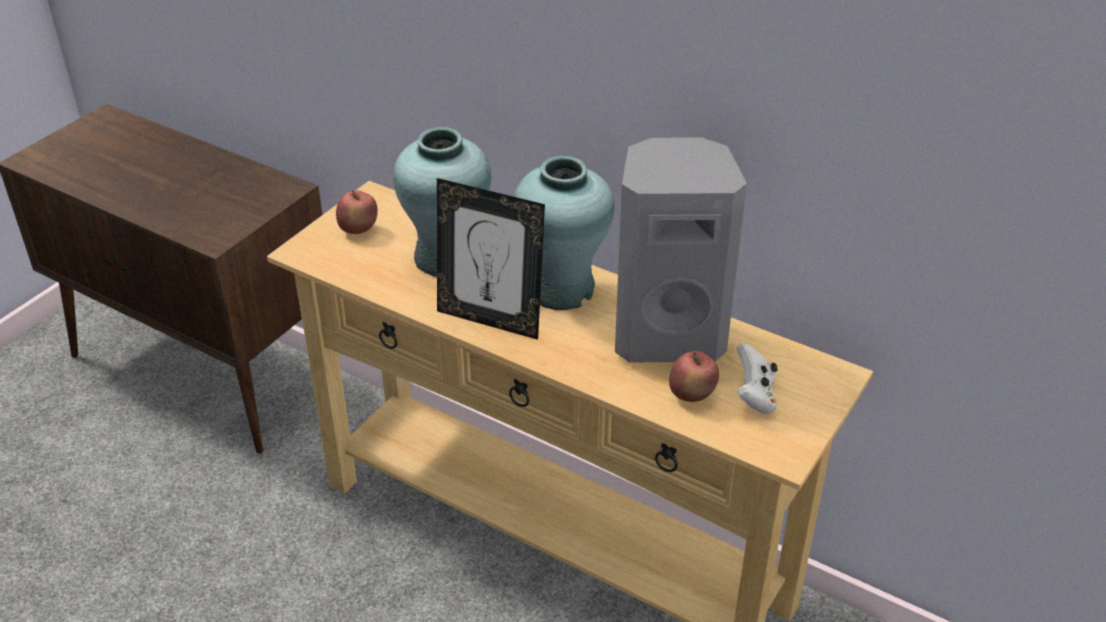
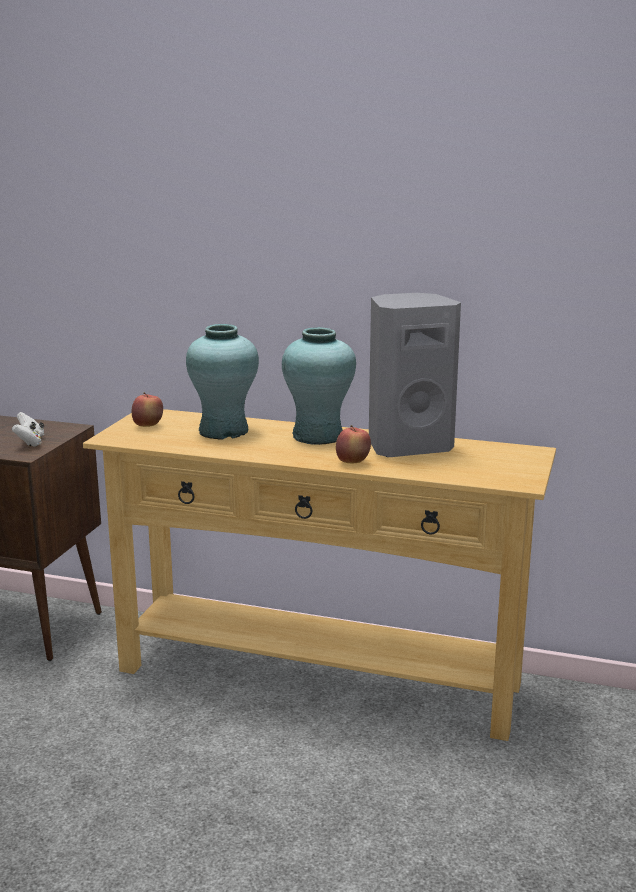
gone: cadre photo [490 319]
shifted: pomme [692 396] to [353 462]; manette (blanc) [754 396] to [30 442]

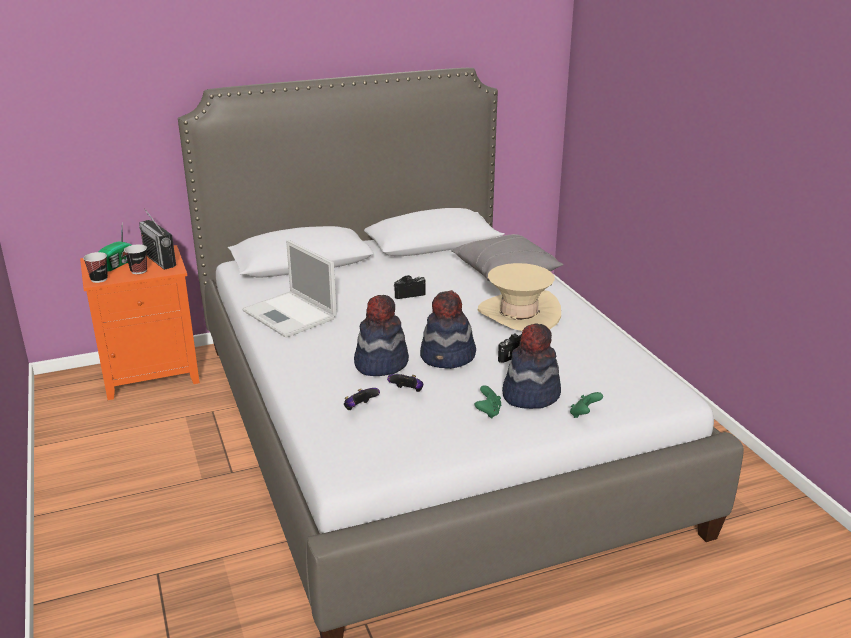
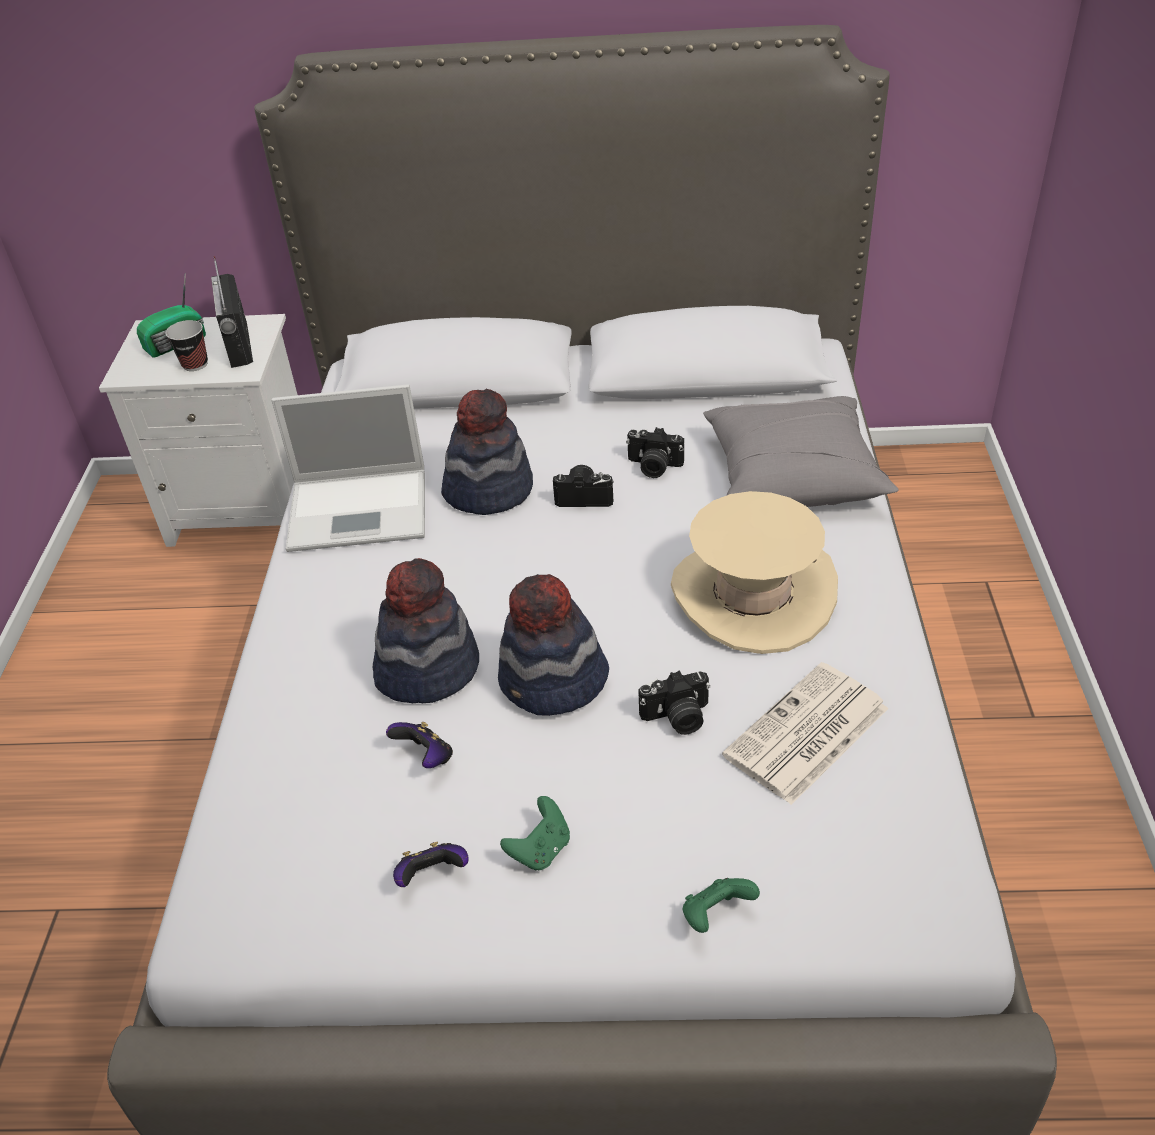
gone: tasse [99 279]
new: appareil photo [653 467]; journal [806 735]
shifted: manette [360 408] to [432 876]; chapeau [530 394] to [488 490]
repainted: table de chevet (orange) [152 374] to table de chevet (blanc) [249 508]
rotated: ordinateur portable [291 315] = [361 509] 75 degrees counterclockwise

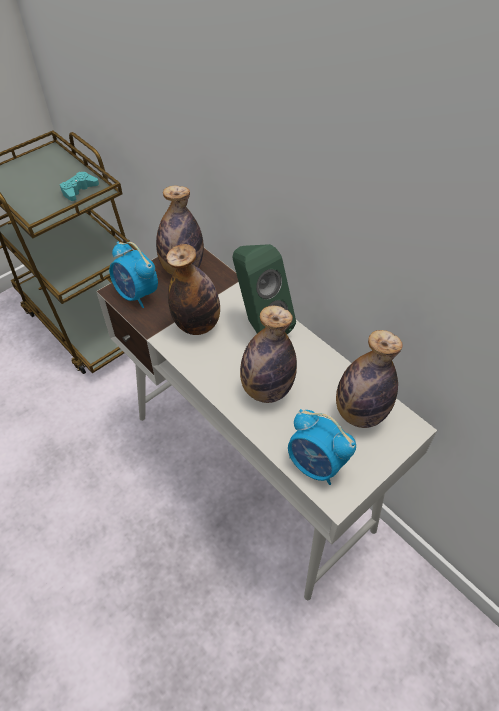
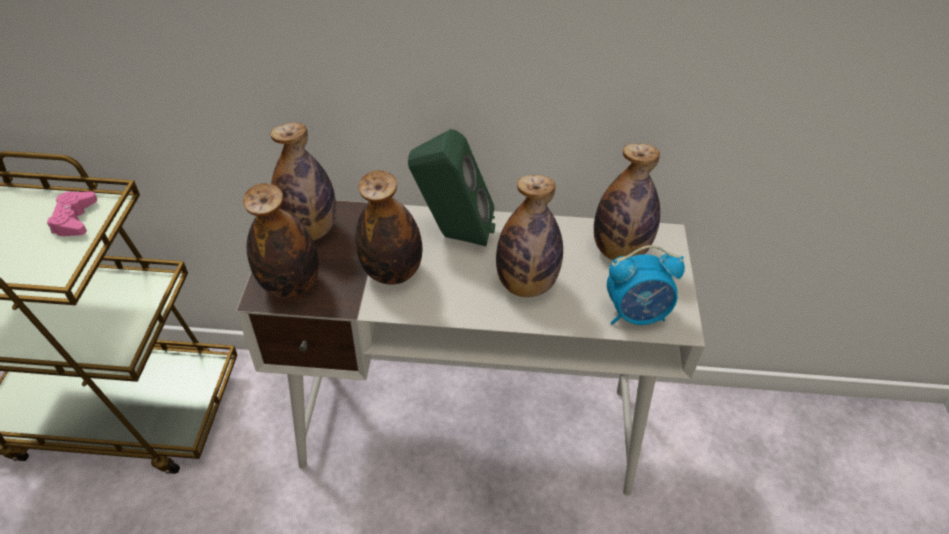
swapped: réveil [137 295] to bouteille [291 285]
repainted: manette (turquoise) [79 190] to manette (rose) [75 219]

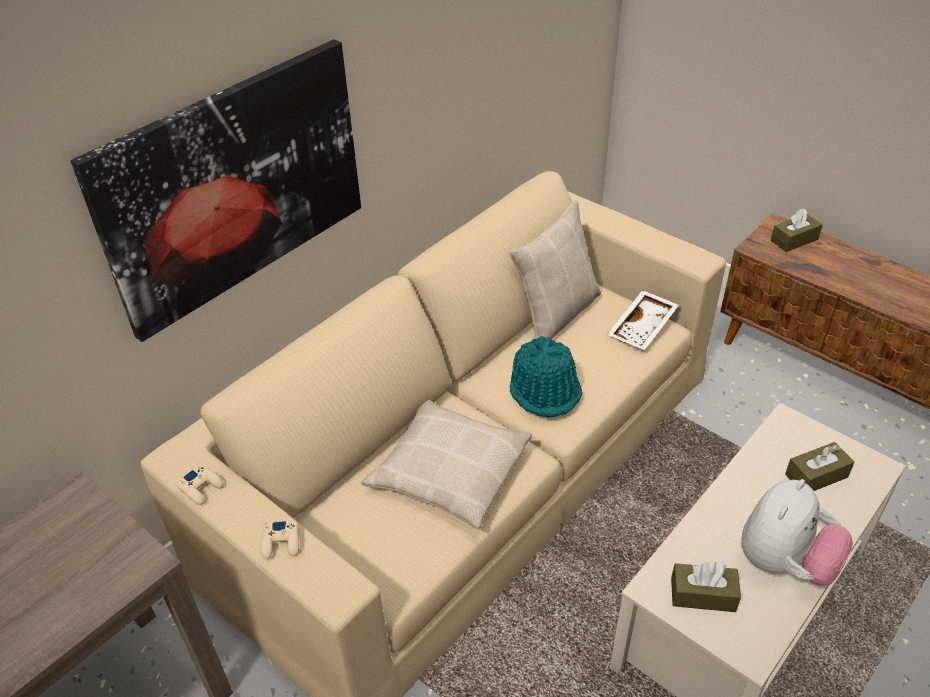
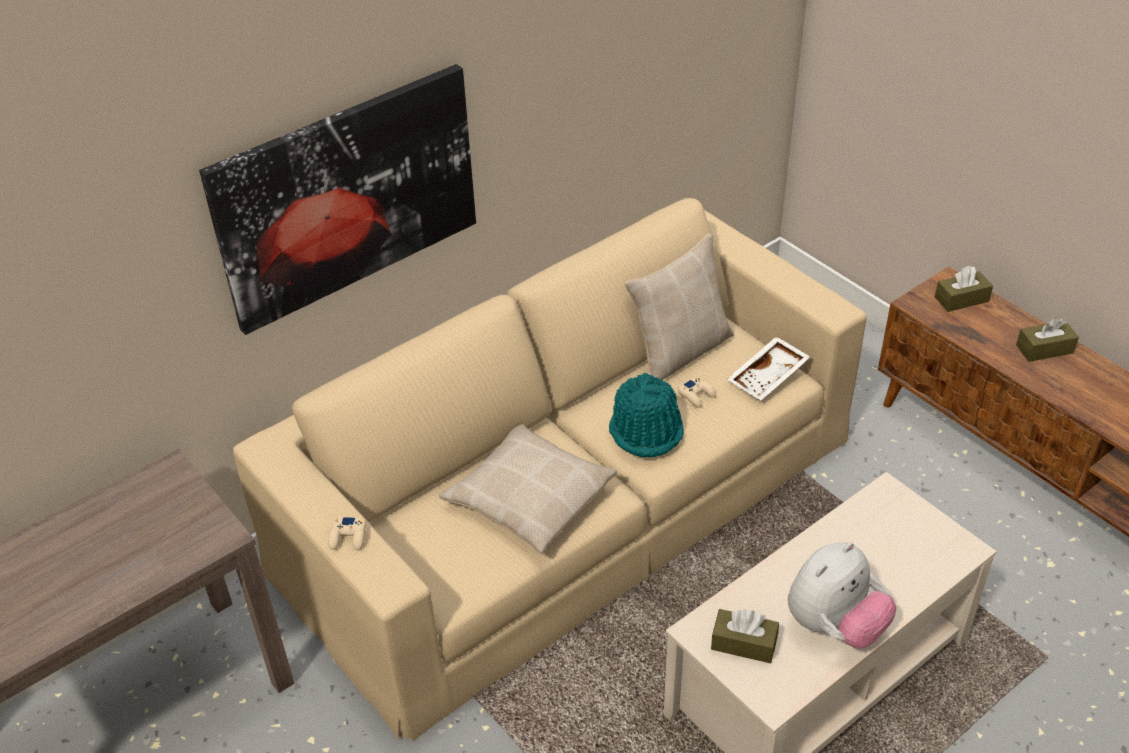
shifted: manette (beige) [201 487] to [696 395]; boîte à mouchoirs (marron) [816 476] to [1044 349]

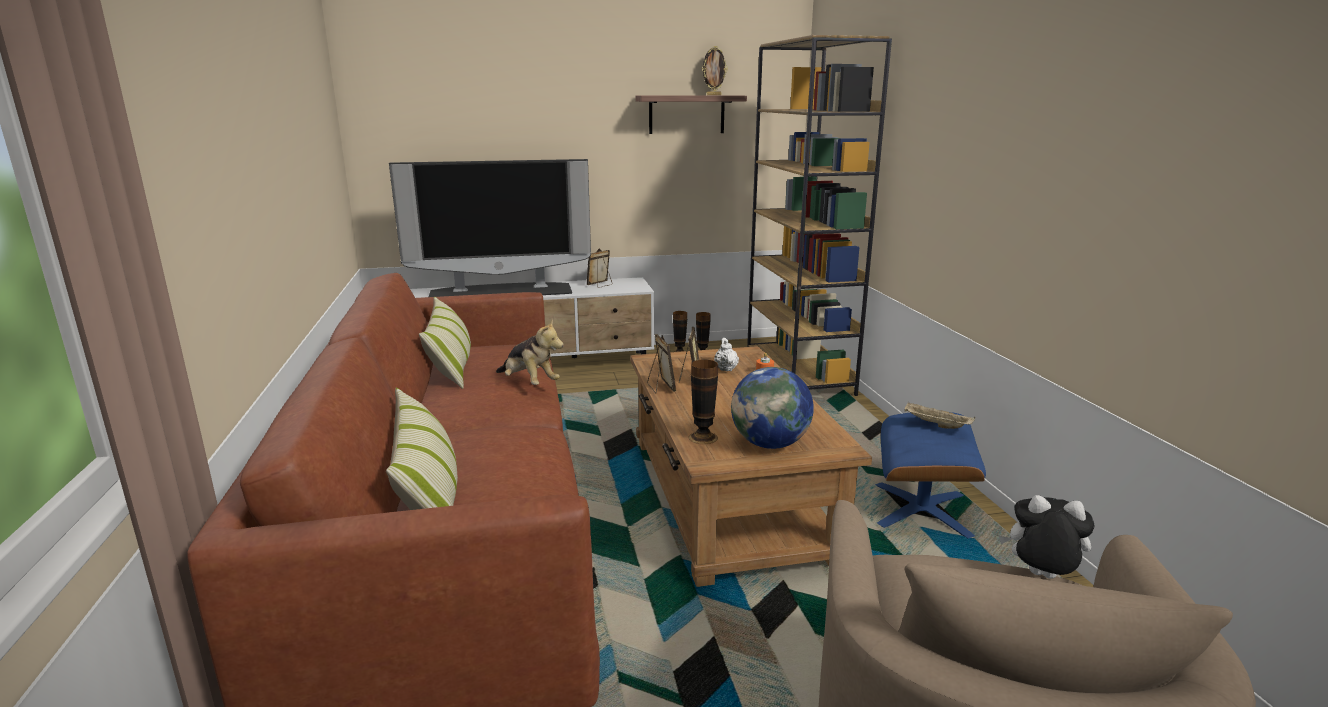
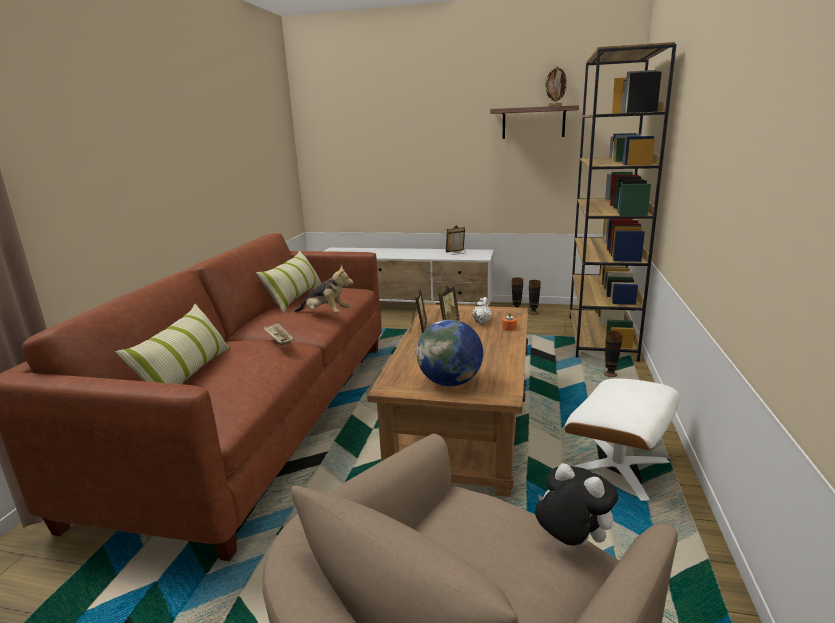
gone: téléviseur [501 292]
shifted: vase [703 437] to [610 375]; plateau (beige) [935 425] to [279 342]
repainted: pouf (bleu) [922 510] to pouf (blanc) [618 467]
rotated: peluche [529 383] = [325 314] 45 degrees counterclockwise

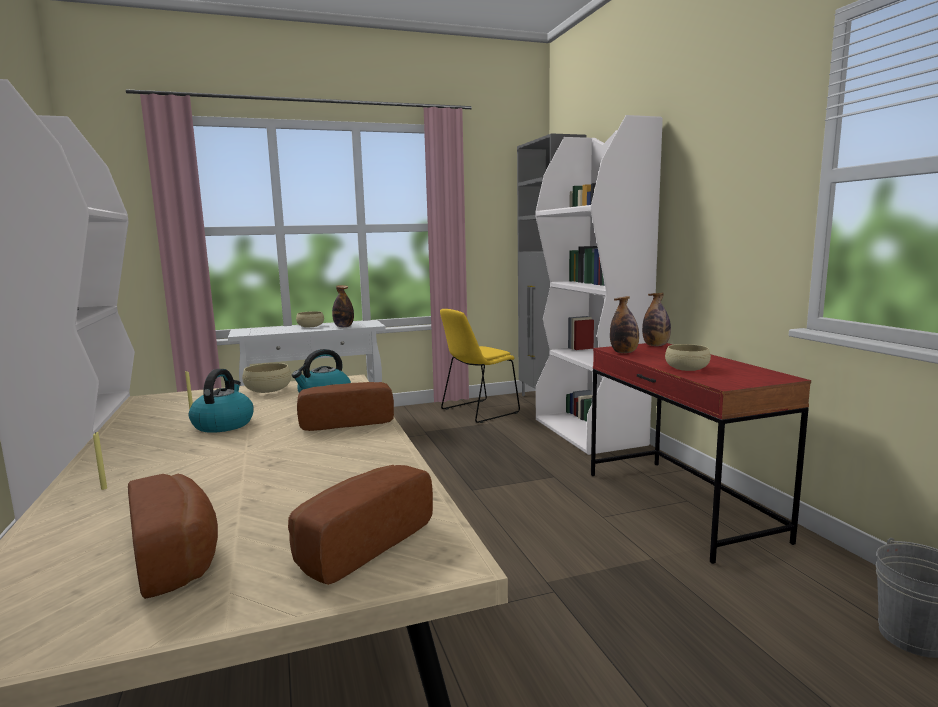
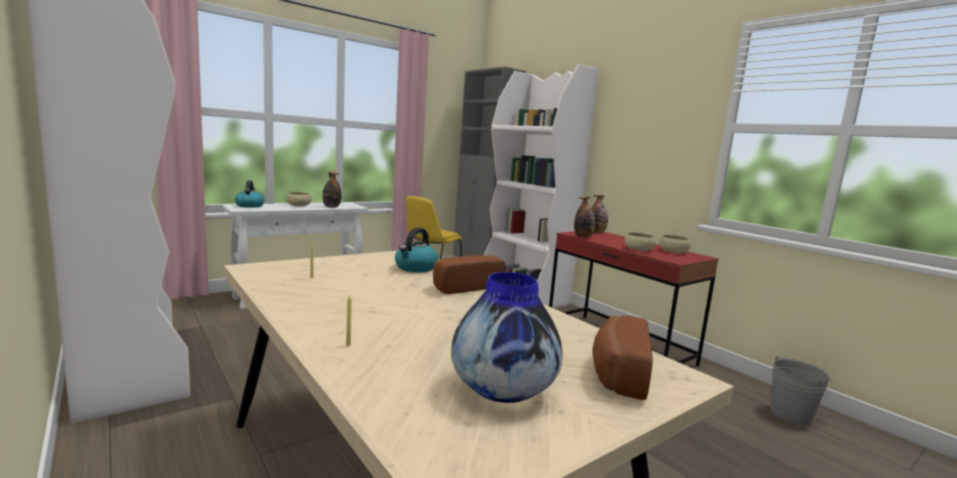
shifted: bouilloire [223 424] to [249 206]; bol (beige) [268 389] to [673 251]
swapped: pain [179 554] to vase [503 390]

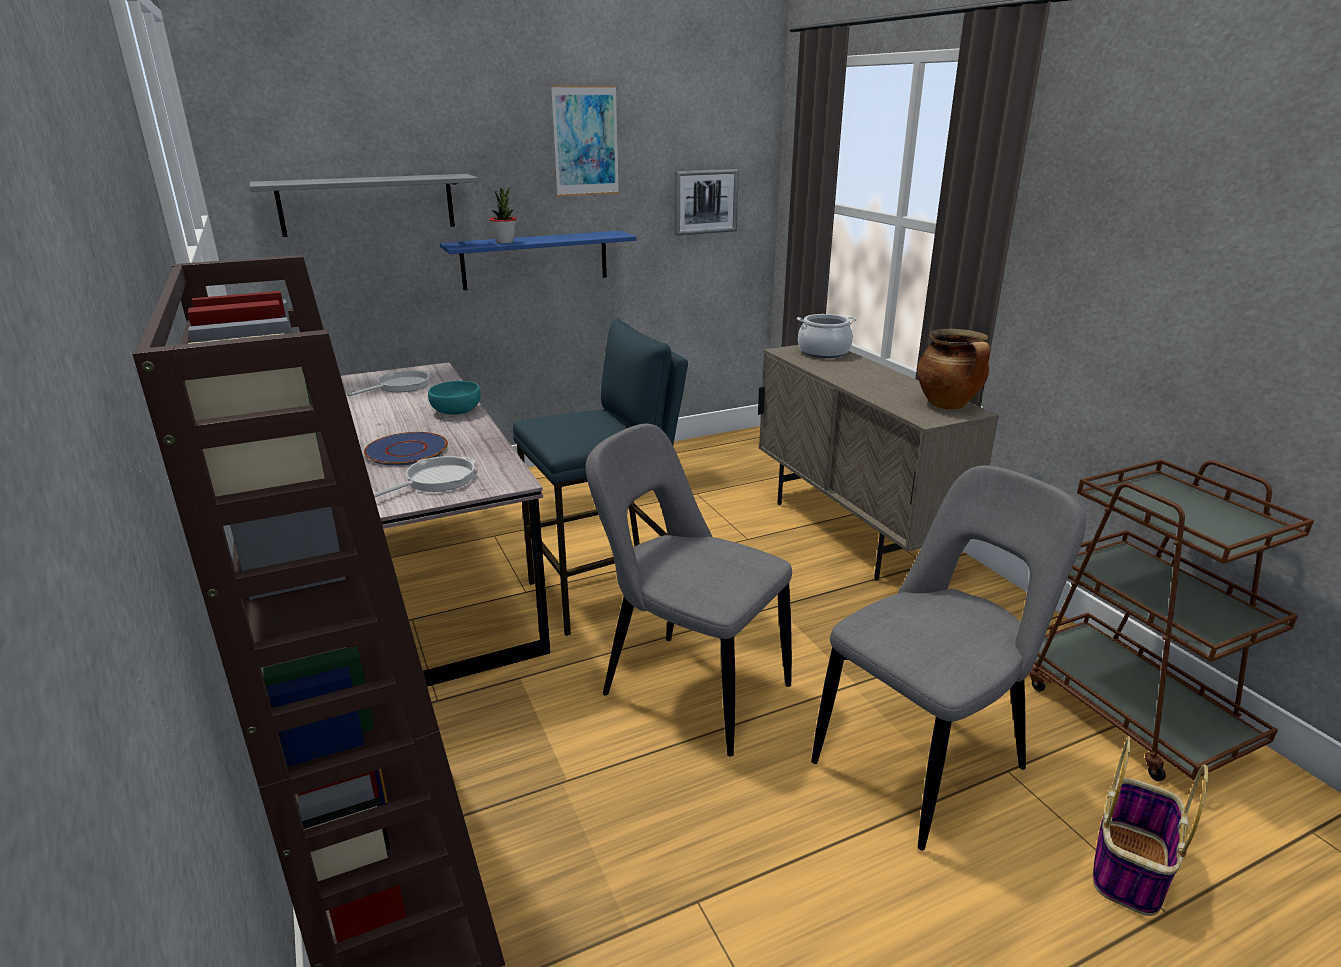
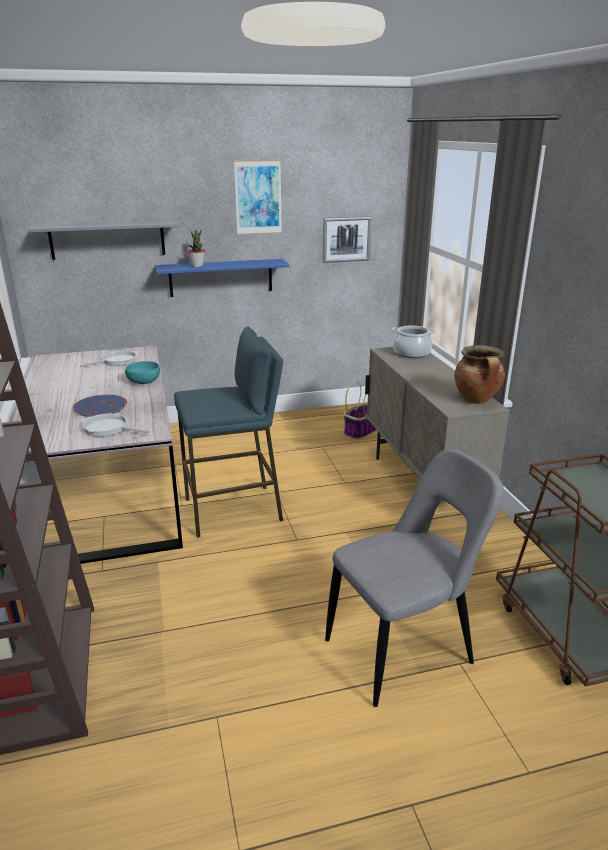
gone: chaise (gris) [688 688]
shifted: panier [1129 866] to [361 431]
rotated: poêle [436 480] = [108 428] 120 degrees counterclockwise

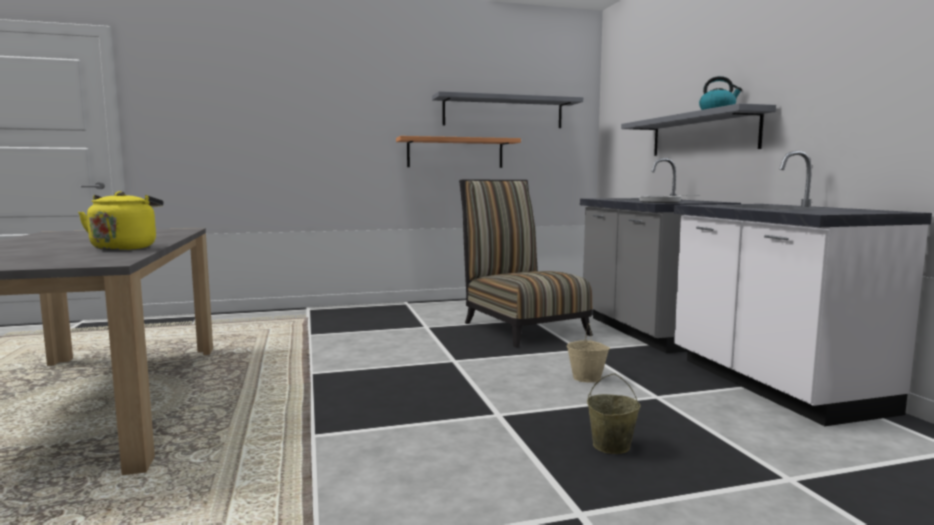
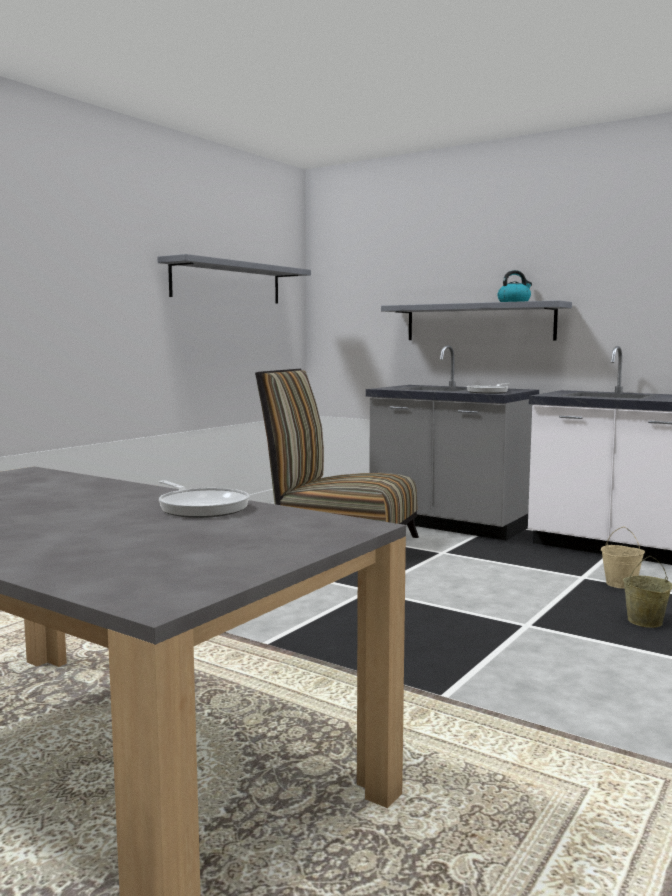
gone: étagère [455 153]
shifted: seau (beige) [587 378] to [621 584]
swapped: bouilloire (jaune) [126 248] to poêle [201 507]

